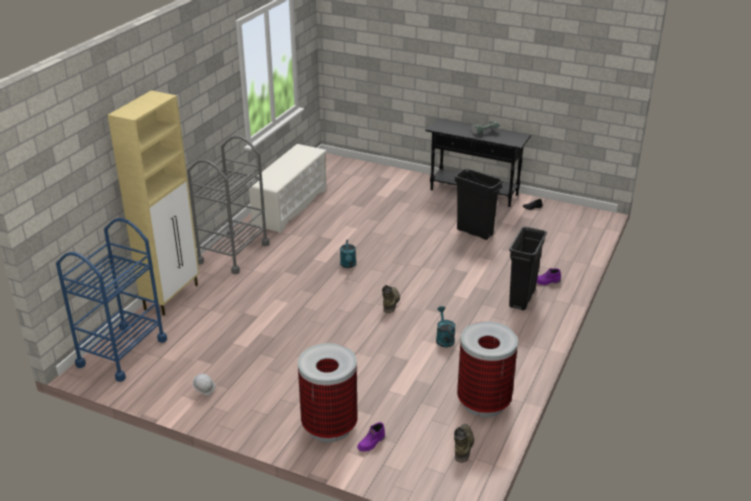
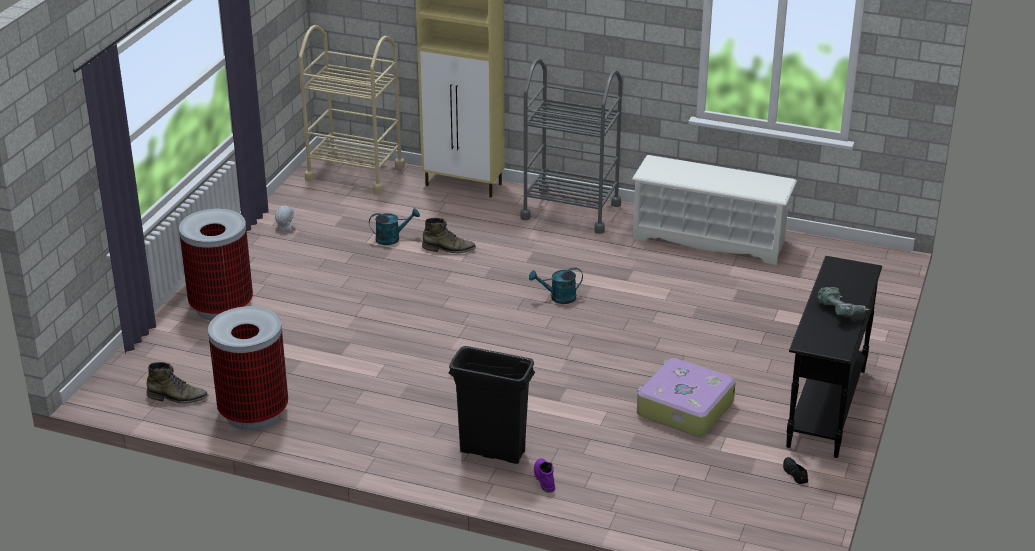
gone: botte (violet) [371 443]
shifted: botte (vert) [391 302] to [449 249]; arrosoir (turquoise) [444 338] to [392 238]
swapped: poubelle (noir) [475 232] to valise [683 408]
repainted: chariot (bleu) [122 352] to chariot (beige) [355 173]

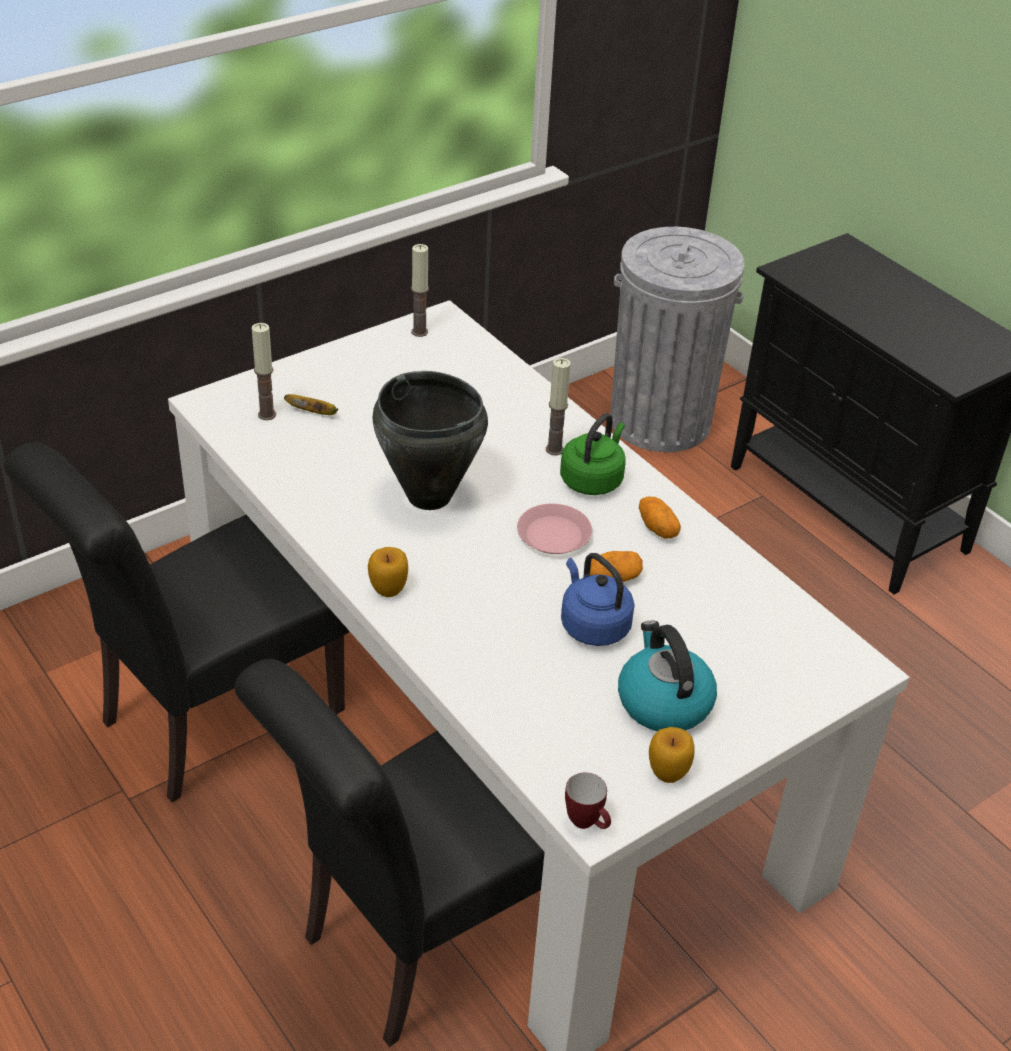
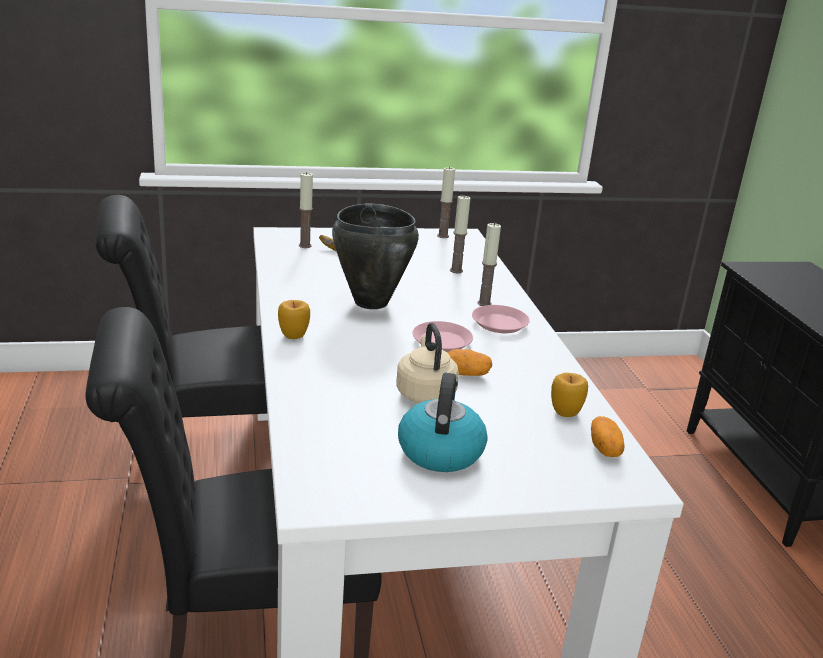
gone: mug [587 824]; poubelle (gris) [660 421]
new: bougie [456 270]
shifted: pomme de terre [658 528] to [605 448]; pomme [668 772] to [565 412]
swapped: bouilloire (vert) [593 479] to assiette (rose) [499 323]
repainted: bouilloire (bleu) [592 625] to bouilloire (beige) [425 393]

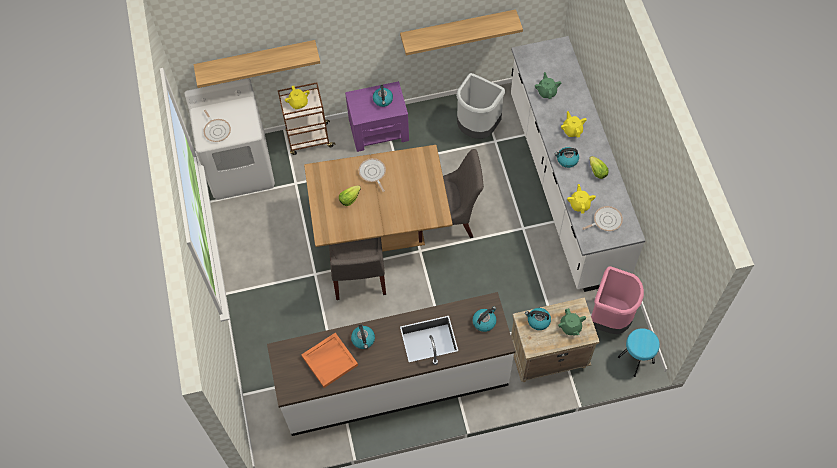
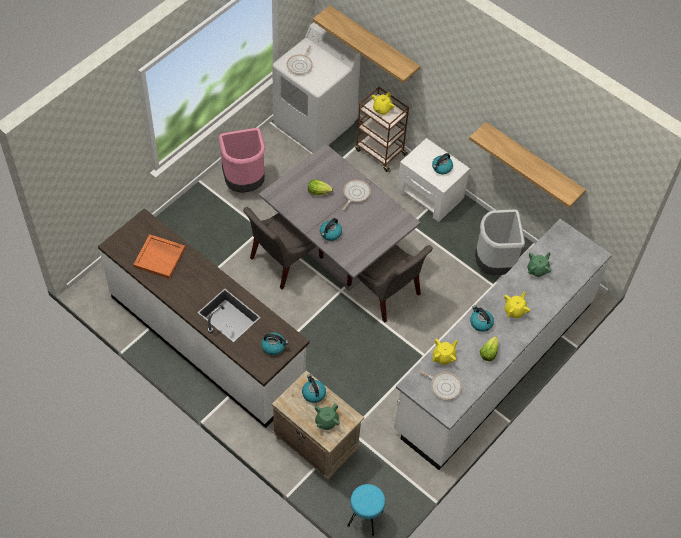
shifted: bouilloire [363 340] to [330 233]; poubelle (rose) [609 319] to [244 183]
repainted: table à manger (marron) [381 231] to table à manger (gris) [336 252]; table de chevet (violet) [379 130] to table de chevet (blanc) [430 195]

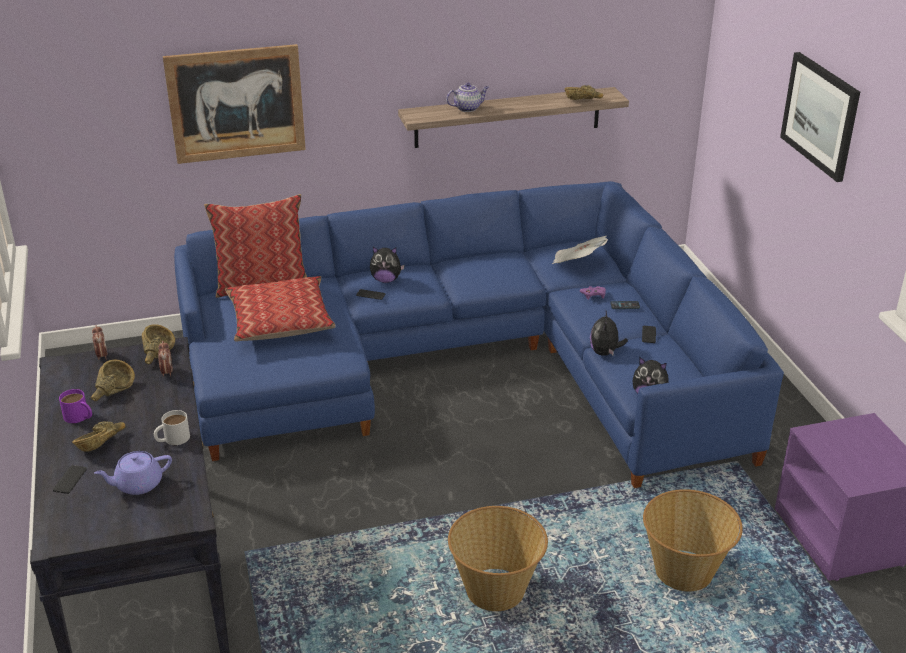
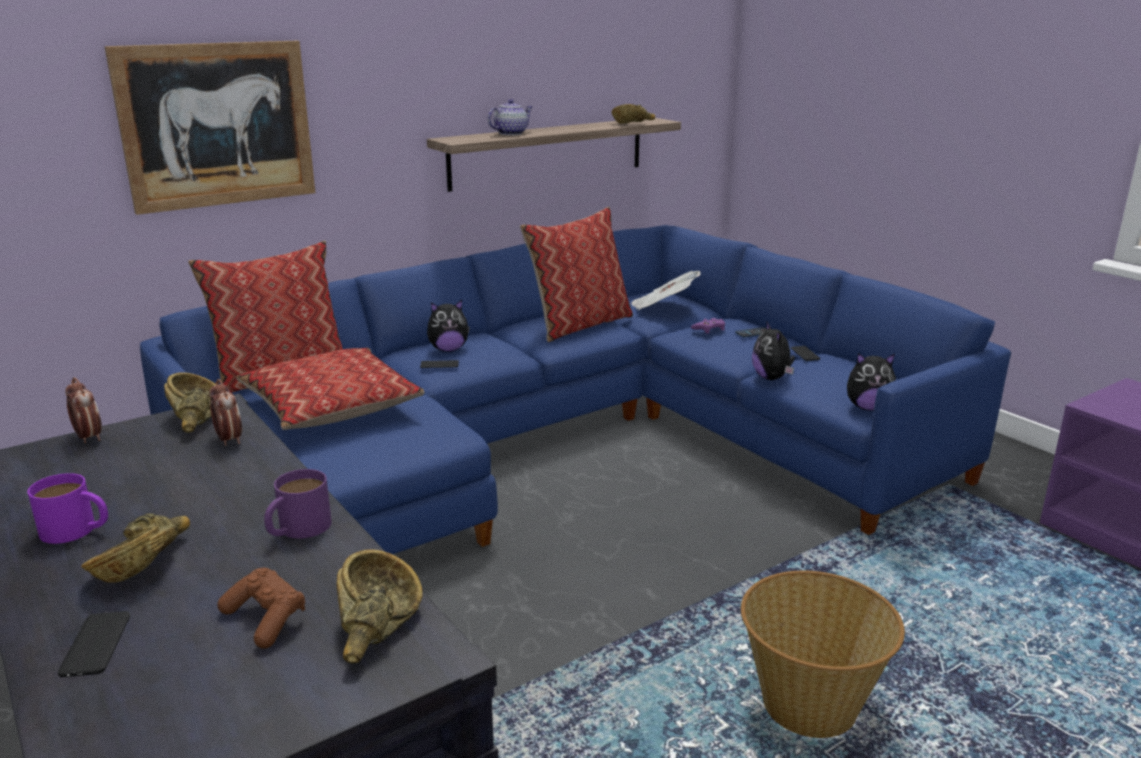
gone: panier [685 572]; tableau [820 115]
new: coussin [579 324]
shifted: bol (marron) [113 391] to [378 629]
swapped: théière (violet) [137 484] to manette (marron) [266 619]
repainted: mug (blanc) [172 439] to mug (violet) [297 529]

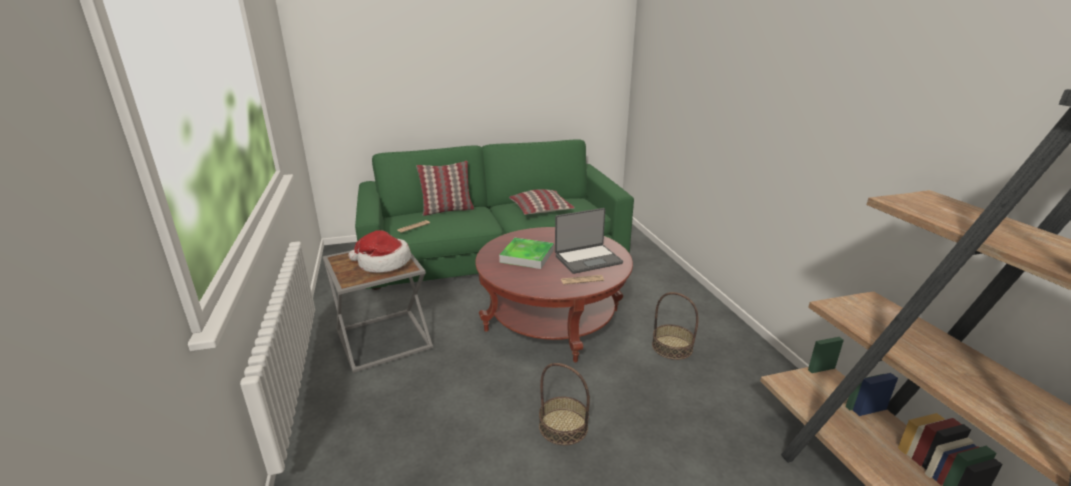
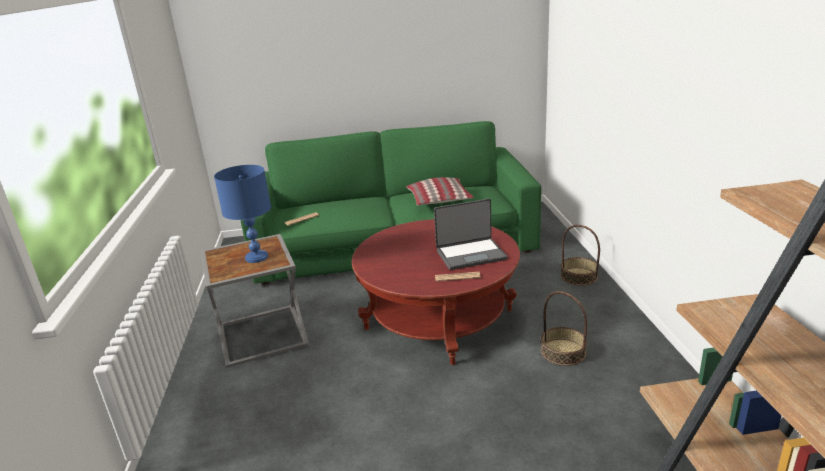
gone: coussin [447 210]; plateau [527 256]
shifted: panier [563 426] to [579 276]
swapped: chapeau [383 263] to lampe de table (bleu) [256 257]

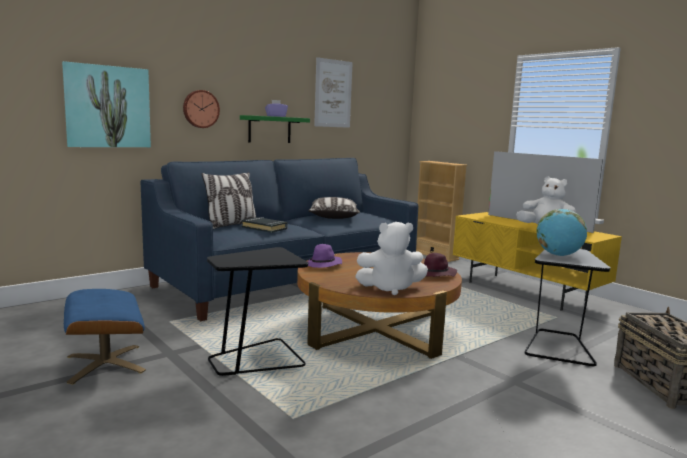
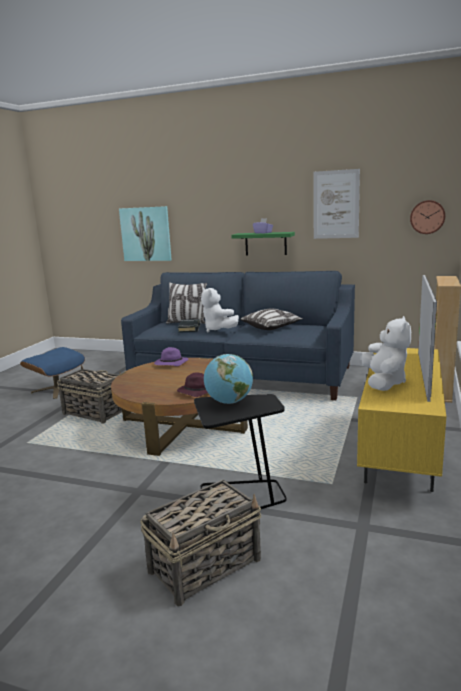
shifted: horloge murale [200 109] to [427 217]; peluche (blanc) [390 288] to [218 329]
swapped: table d'appoint (noir) [256 359] to panier [94 412]

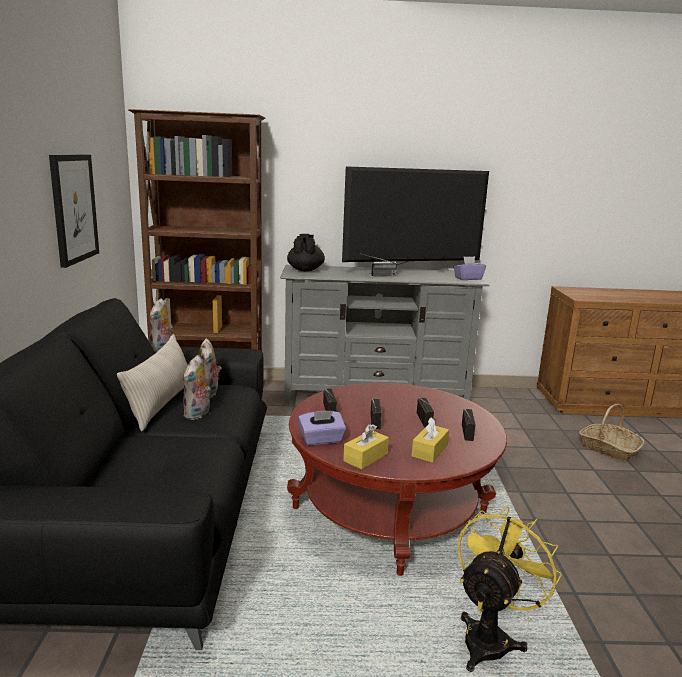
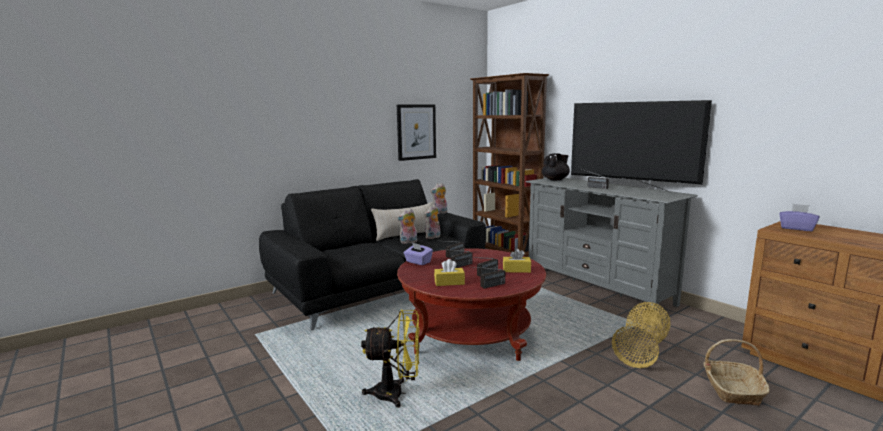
new: panier [642 350]
shifted: boîte à mouchoirs (jaune) [365 457] to [516 270]; boîte à mouchoirs (violet) [468 278] to [796 228]

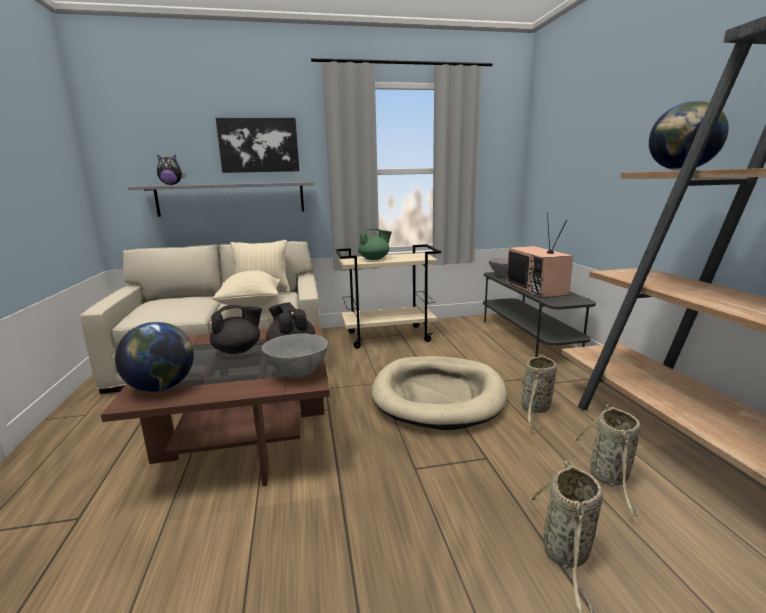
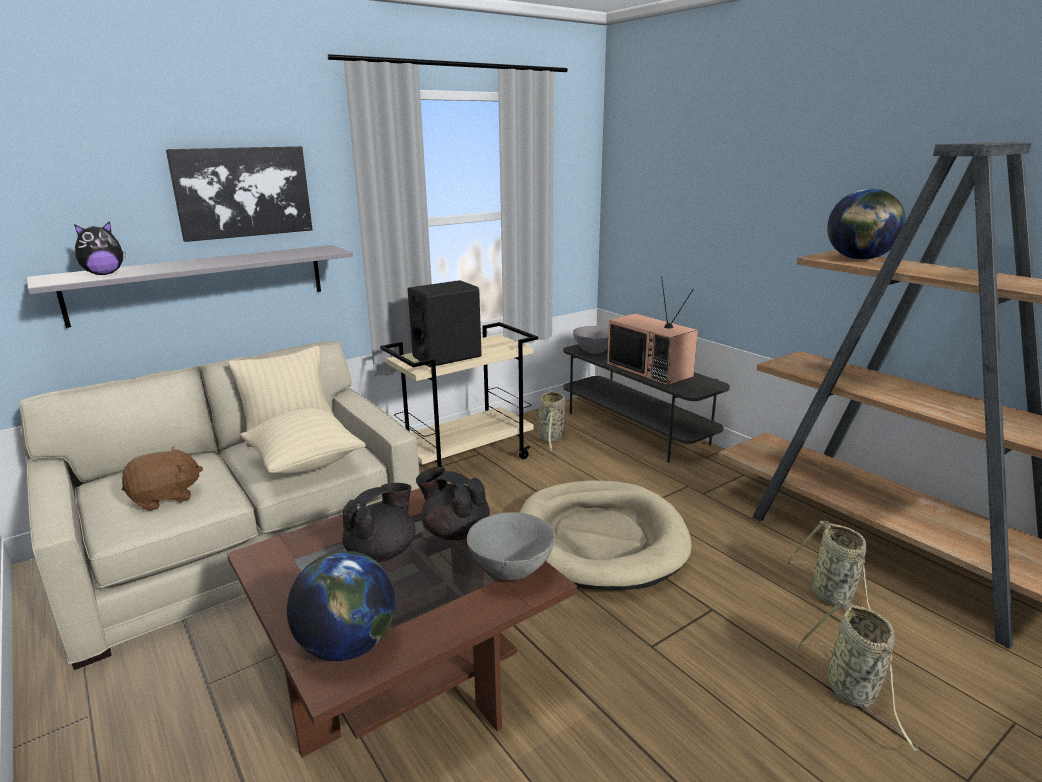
new: peluche (marron) [165 498]
shifted: panier [535 409] to [550 439]
swapped: théière (vert) [374 259] to enceinte (noir) [447 357]

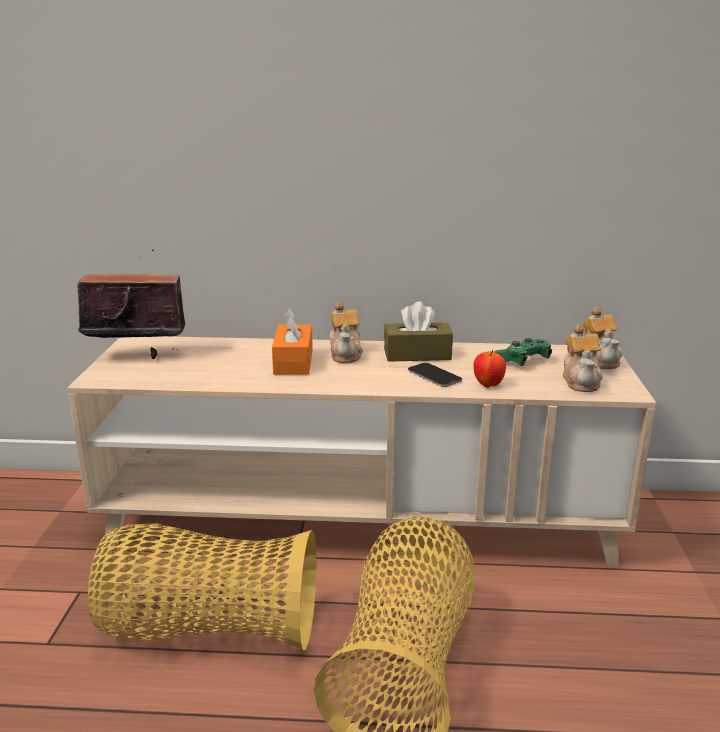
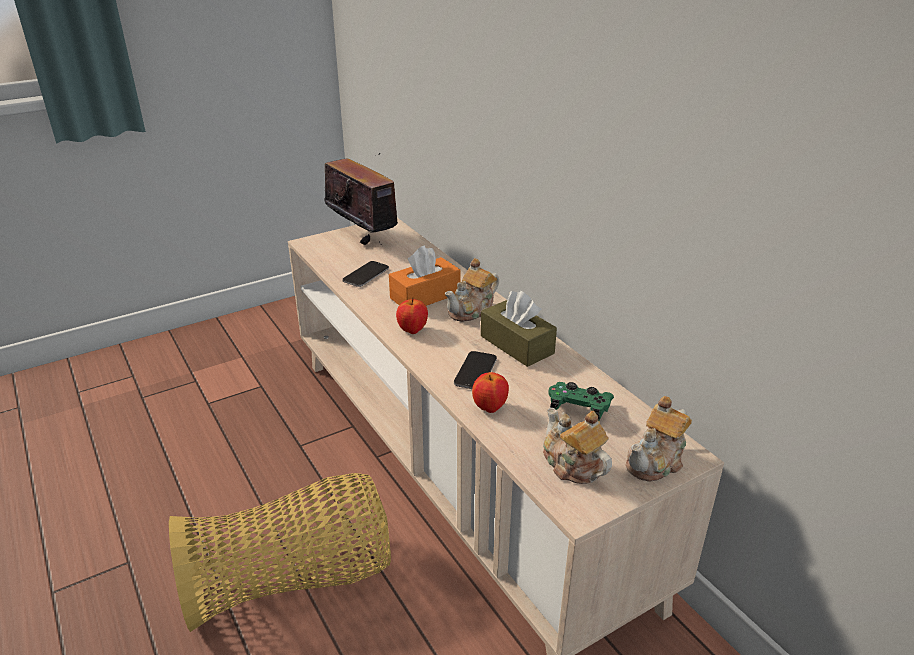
gone: panier [208 628]
new: téléphone [366 275]; pomme [412 330]
rotated: théière [581 381] = [572 465] 90 degrees clockwise

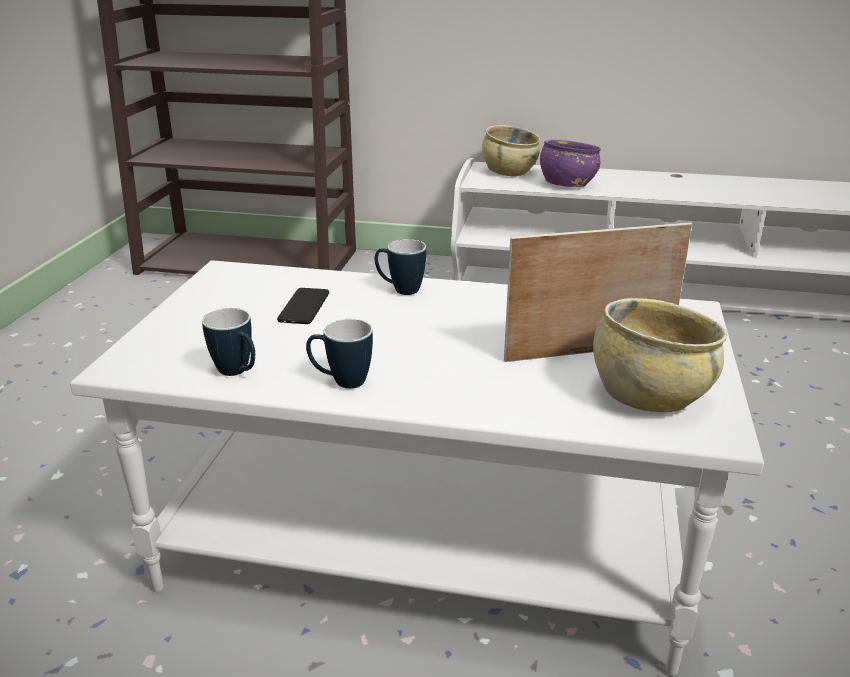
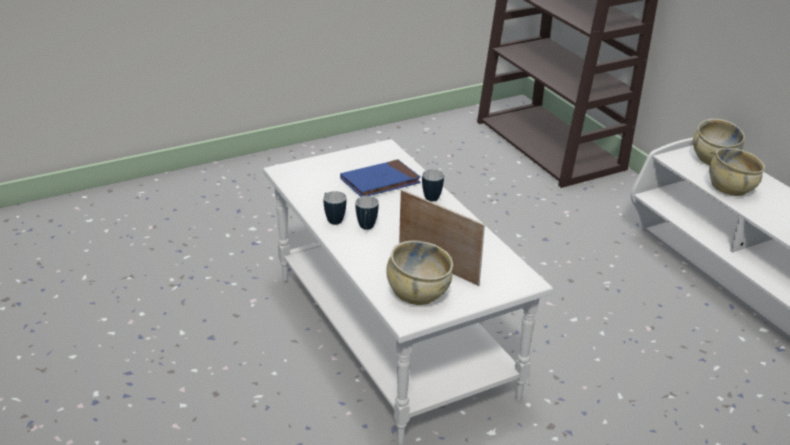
shifted: mug [238 373] to [366 229]
swapped: téléphone [304 307] to livre (bleu) [380 182]
repainted: bol (violet) [567 184] to bol (beige) [731 189]

